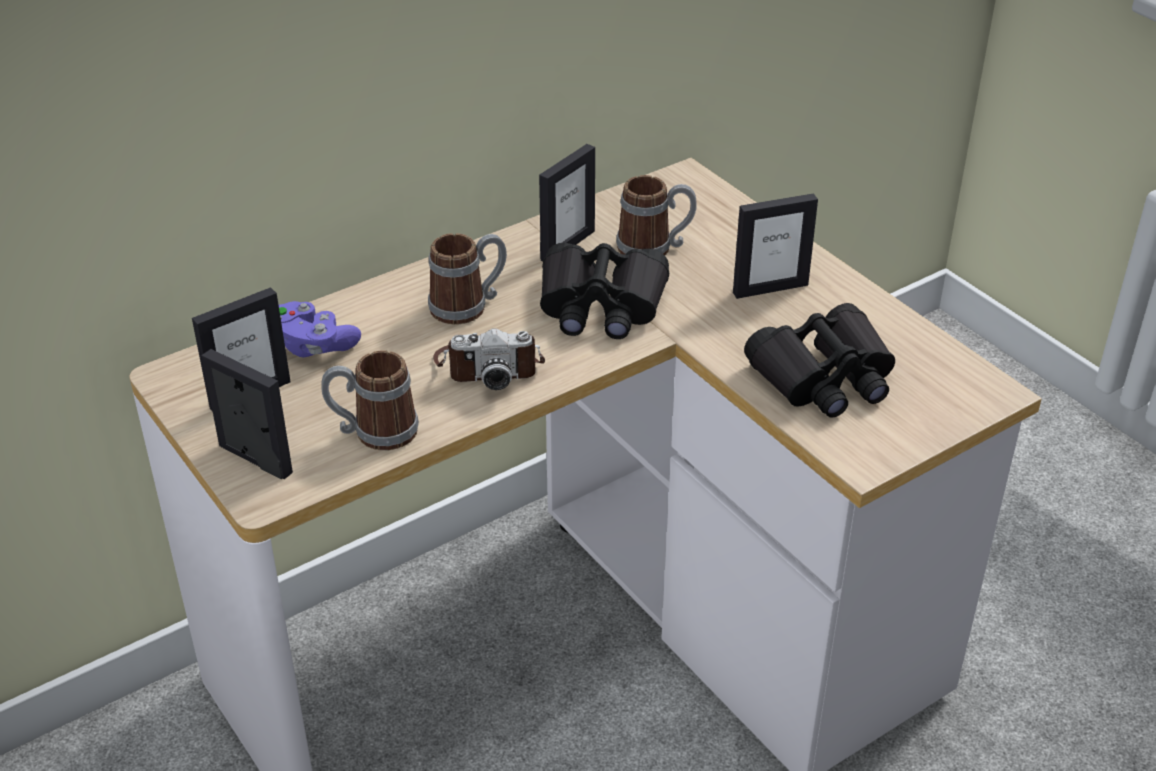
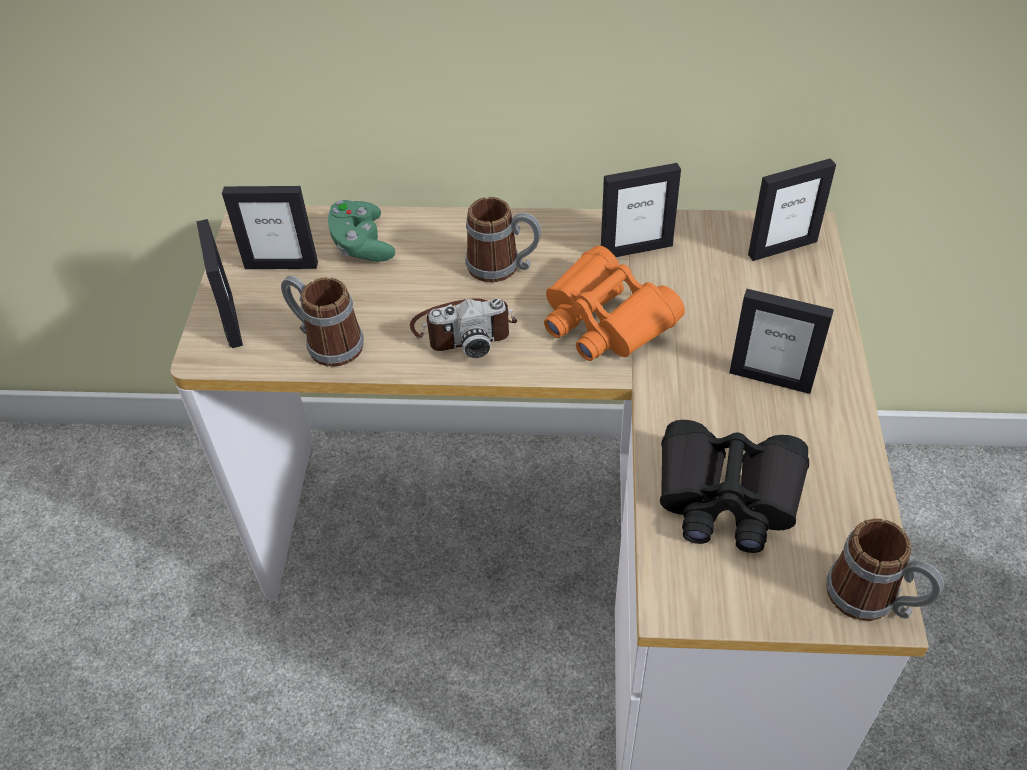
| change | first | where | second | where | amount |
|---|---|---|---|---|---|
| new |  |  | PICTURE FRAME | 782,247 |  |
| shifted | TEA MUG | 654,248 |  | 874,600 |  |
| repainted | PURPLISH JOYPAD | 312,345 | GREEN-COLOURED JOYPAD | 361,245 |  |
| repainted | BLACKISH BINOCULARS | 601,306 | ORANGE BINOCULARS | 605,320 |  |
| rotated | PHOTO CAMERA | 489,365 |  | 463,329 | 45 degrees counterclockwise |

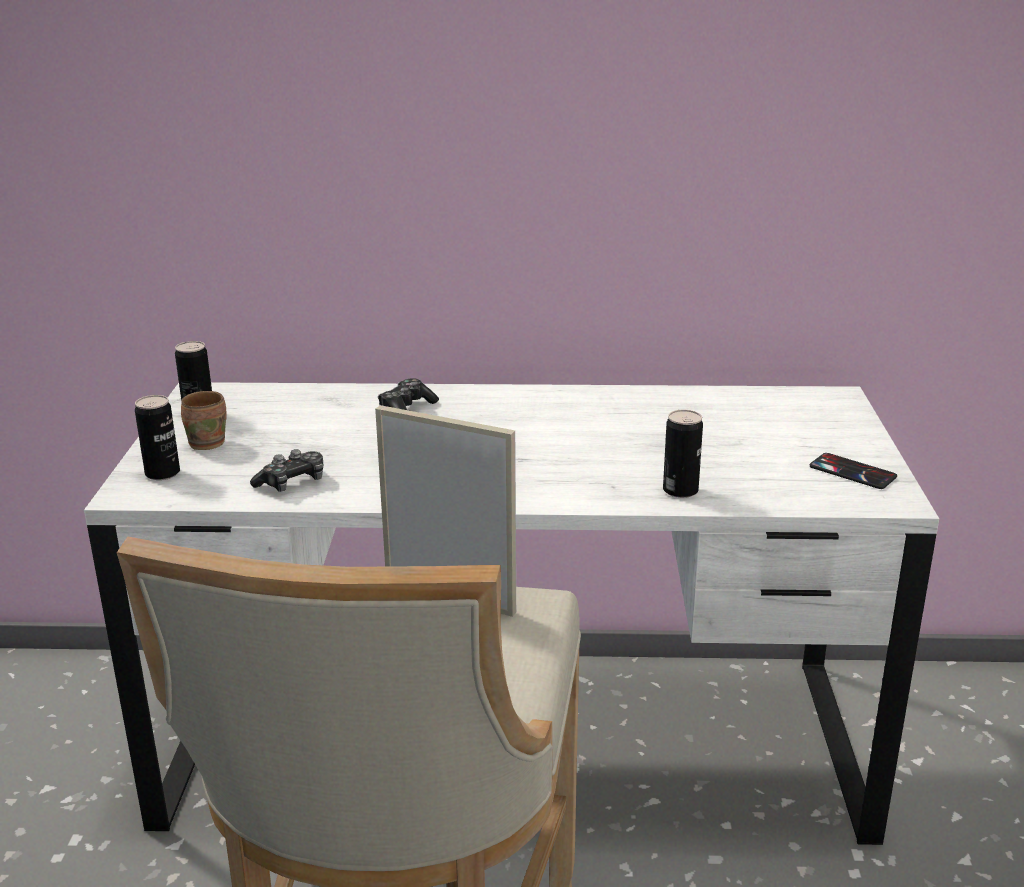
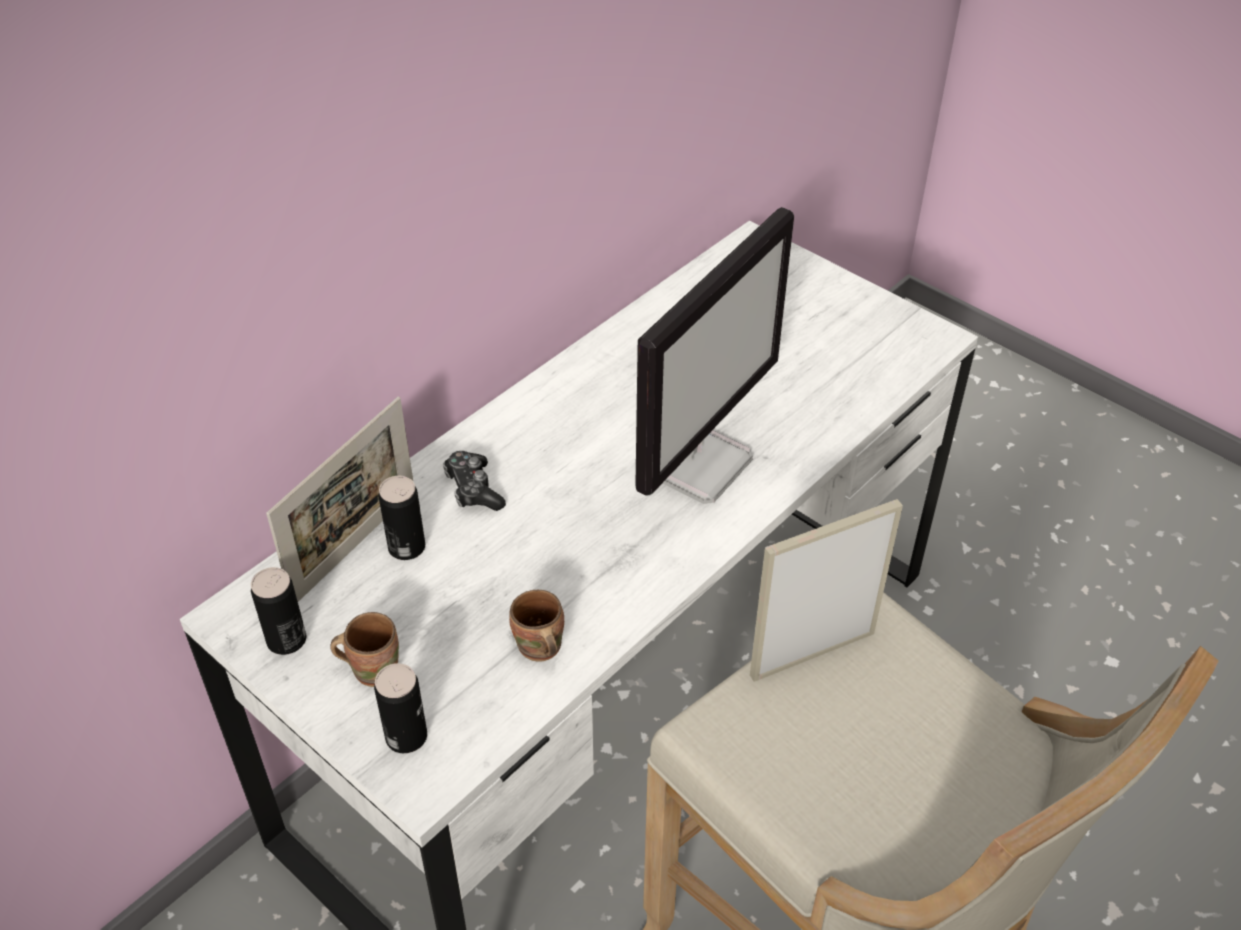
| change | first | where | second | where | amount |
|---|---|---|---|---|---|
| gone | PHONE | 852,472 |  |  |  |
| new |  |  | PICTURE FRAME | 355,545 |  |
| new |  |  | COMPUTER SCREEN | 697,461 |  |
| shifted | METAL CAN | 680,490 |  | 406,547 |  |
| swapped | JOYPAD | 292,483 | BROWN-COLOURED TEA MUG | 538,649 |  |

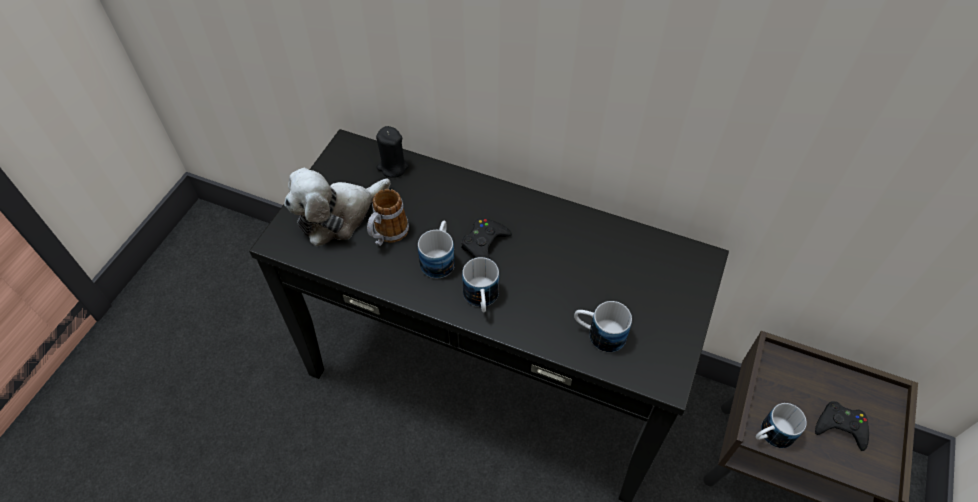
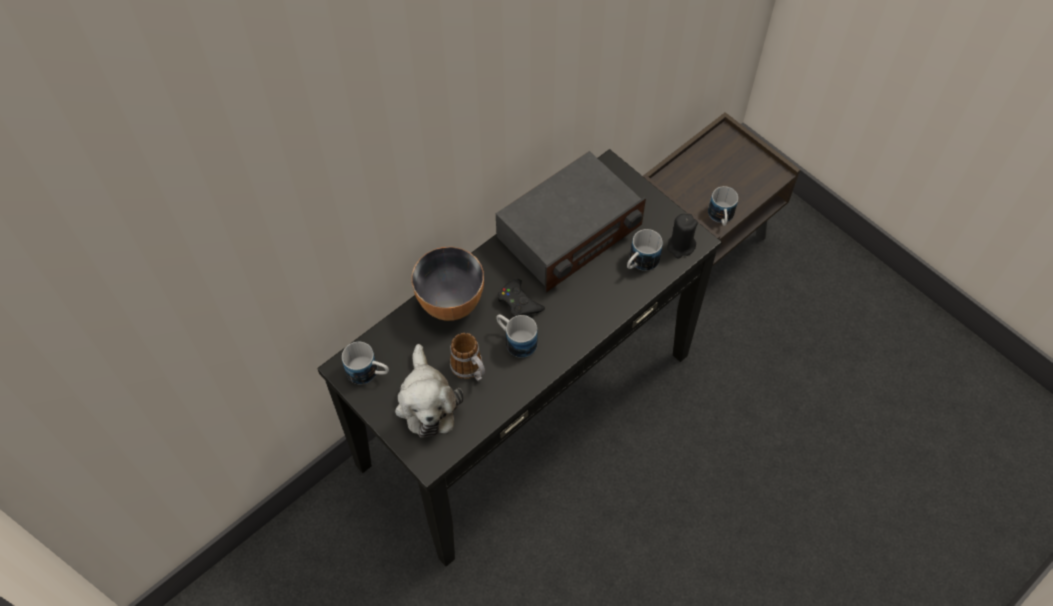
| change | first | where | second | where | amount |
|---|---|---|---|---|---|
| gone | BLACKISH JOYPAD | 840,426 |  |  |  |
| new |  |  | SERVING BOWL | 450,302 |  |
| new |  |  | RADIO | 569,233 |  |
| shifted | BLACKISH WAX LIGHT | 392,167 |  | 680,246 |  |
| shifted | TEA MUG | 481,300 |  | 369,373 |  |

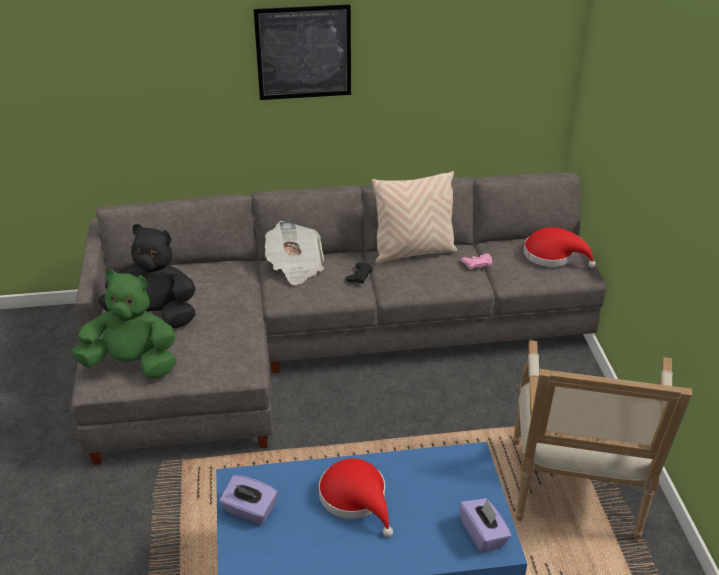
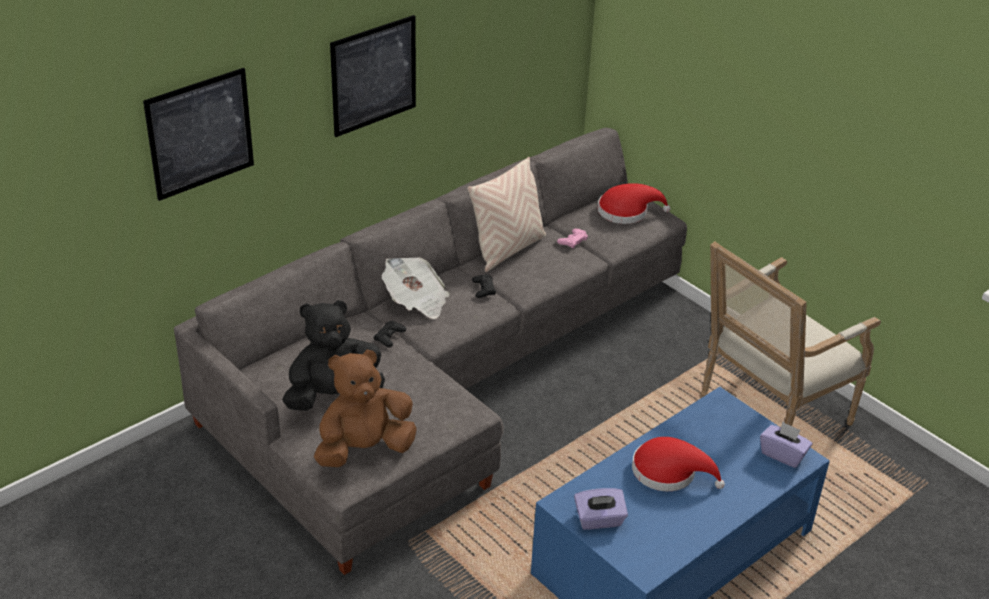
| change | first | where | second | where | amount |
|---|---|---|---|---|---|
| new |  |  | WALL PICTURE | 200,133 |  |
| new |  |  | BLACKISH JOYPAD | 389,337 |  |
| repainted | GREEN-COLOURED CUDDLY TOY | 132,364 | BROWN-COLOURED CUDDLY TOY | 364,449 |  |
| rotated | ARMCHAIR | 577,495 |  | 767,412 | 75 degrees clockwise |

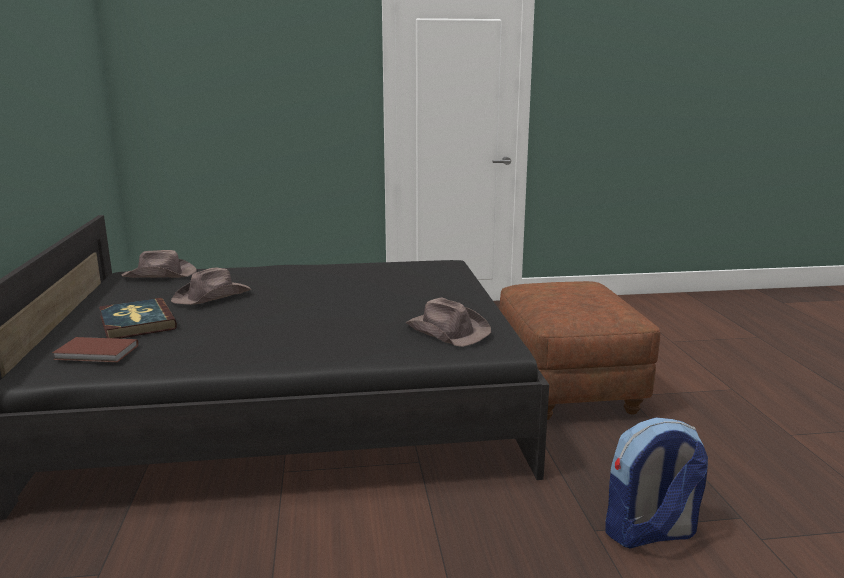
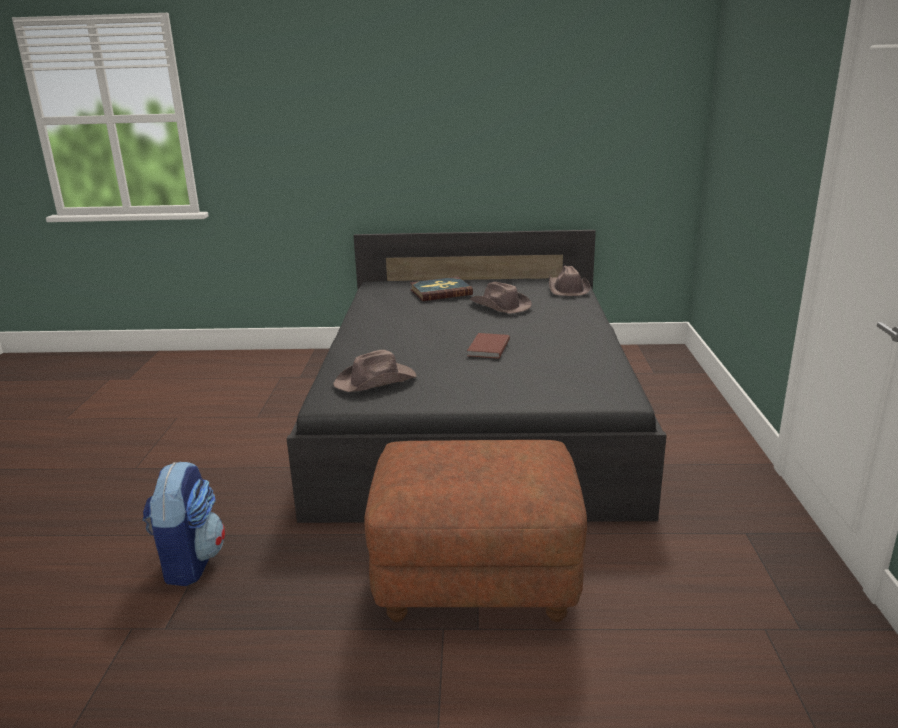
| change | first | where | second | where | amount |
|---|---|---|---|---|---|
| shifted | BROWN-COLOURED VOLUME | 96,353 |  | 487,348 |  |

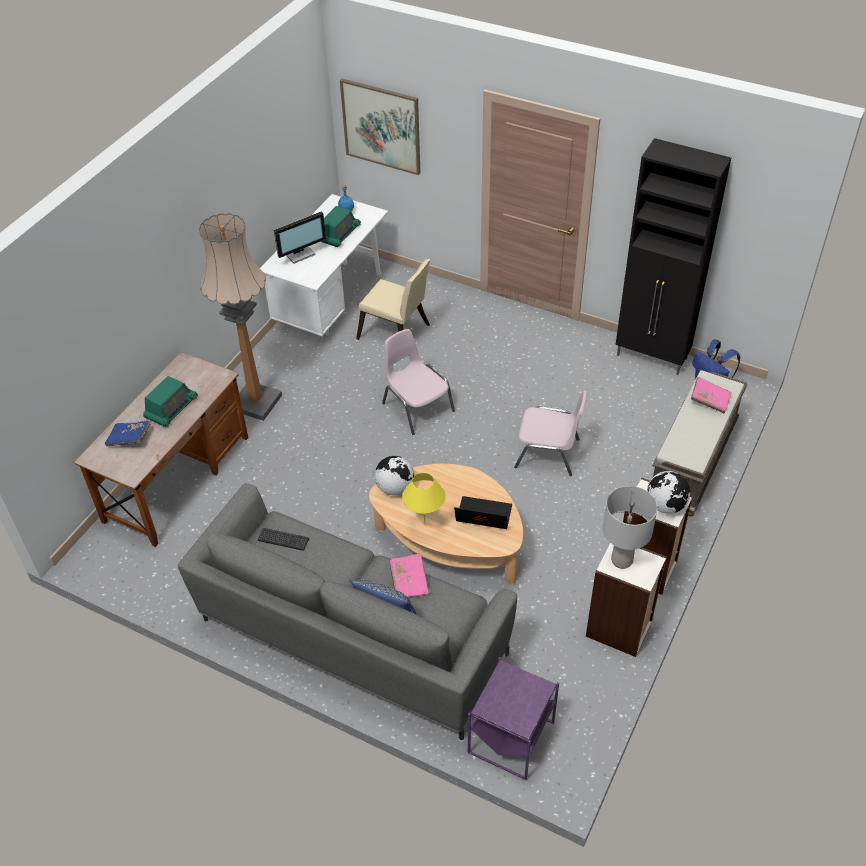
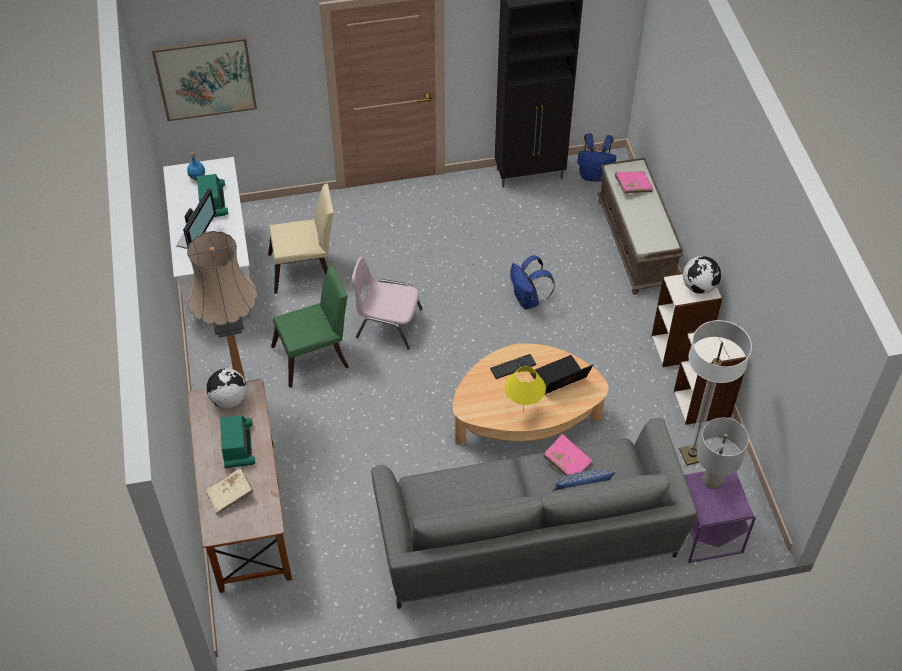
| change | first | where | second | where | amount |
|---|---|---|---|---|---|
| new |  |  | GREEN-COLOURED UPRIGHT CHAIR | 315,356 |  |
| new |  |  | FLOOR LAMP | 692,455 |  |
| shifted | COMPUTER KEYBOARD | 283,539 |  | 513,366 |  |
| shifted | DESK GLOBE | 395,488 |  | 229,400 |  |
| shifted | GRAY TABLE LAMP | 622,561 |  | 712,481 |  |
| swapped | PINK UPRIGHT CHAIR | 548,453 | BLUE-COLOURED KNAPSACK | 528,300 |  |
| repainted | BLUE-COLOURED VOLUME | 129,438 | BEIGE VOLUME | 230,495 |  |

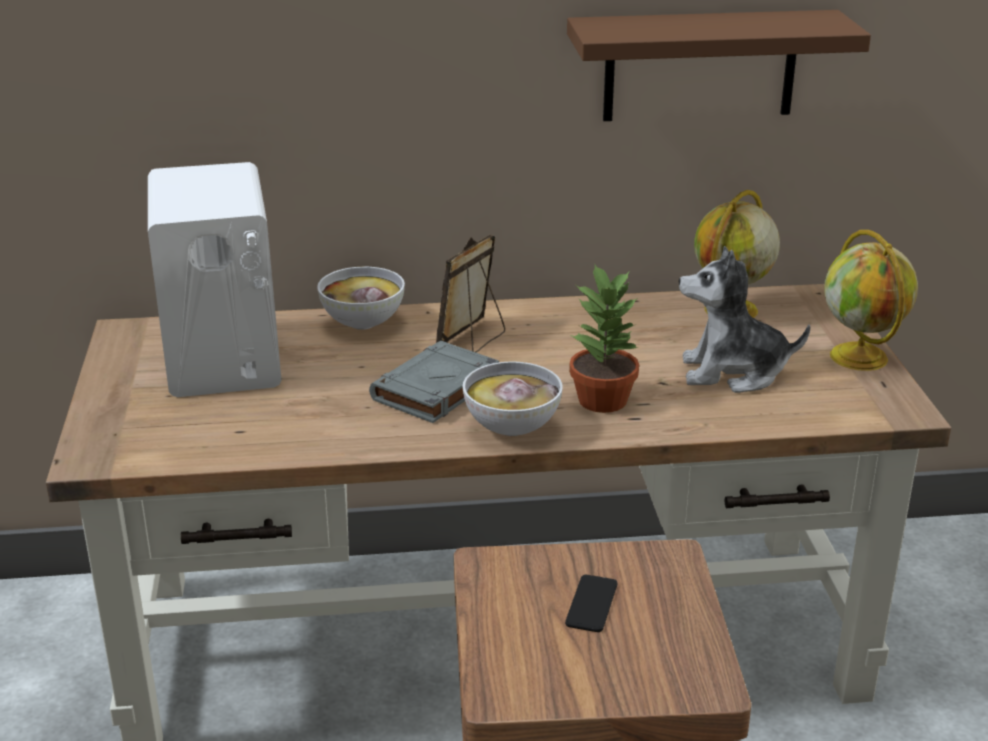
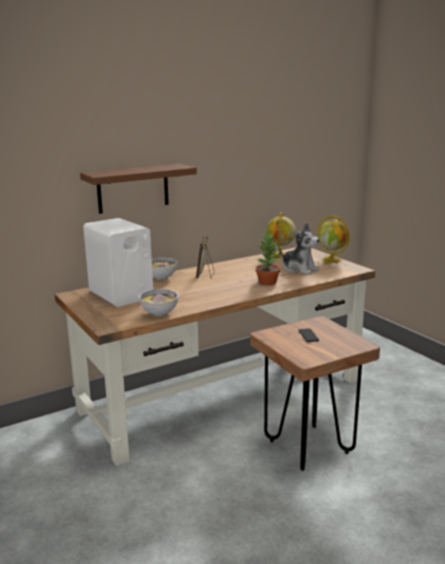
| change | first | where | second | where | amount |
|---|---|---|---|---|---|
| gone | GRAY VOLUME | 435,390 |  |  |  |
| shifted | SERVING BOWL | 512,428 |  | 159,314 |  |
| shifted | BROWN-COLOURED SHELF | 700,66 |  | 133,188 |  |
| rotated | CUDDLY TOY | 733,372 |  | 299,269 | 120 degrees counterclockwise |

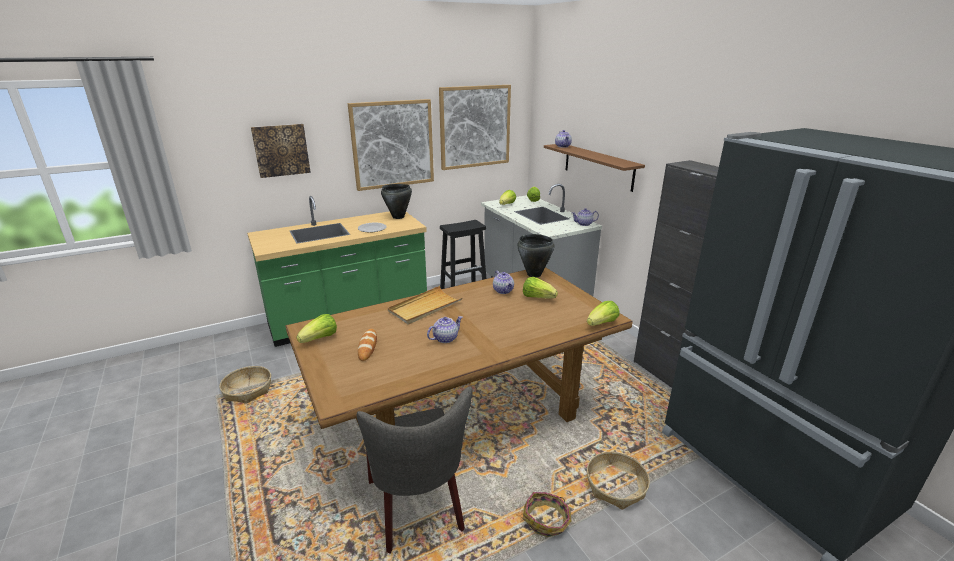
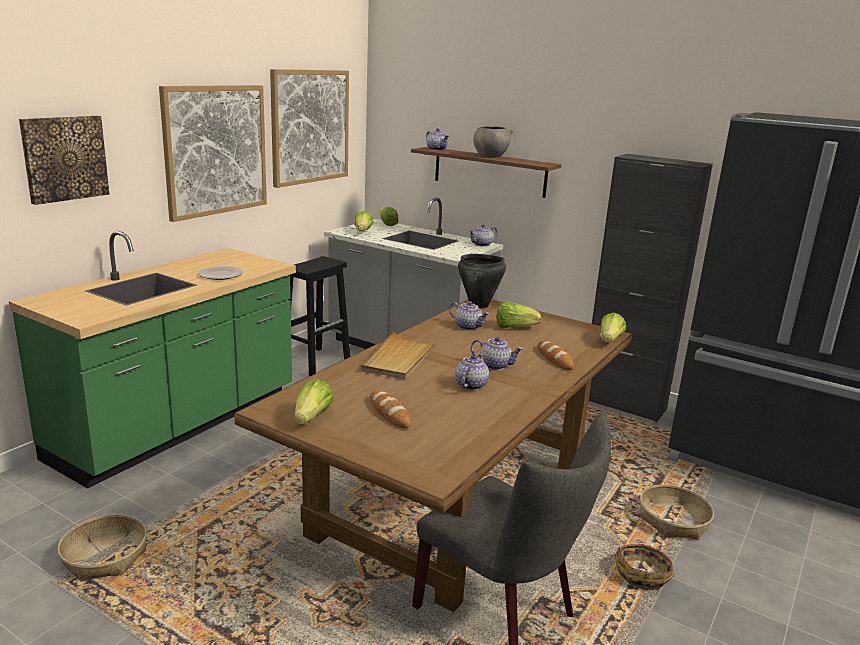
| change | first | where | second | where | amount |
|---|---|---|---|---|---|
| gone | BLACKISH STOCKPOT | 398,217 |  |  |  |
| new |  |  | POT FOR TEA | 495,365 |  |
| new |  |  | GRAY SERVING BOWL | 490,156 |  |
| new |  |  | BAKERY BREAD | 554,358 |  |

